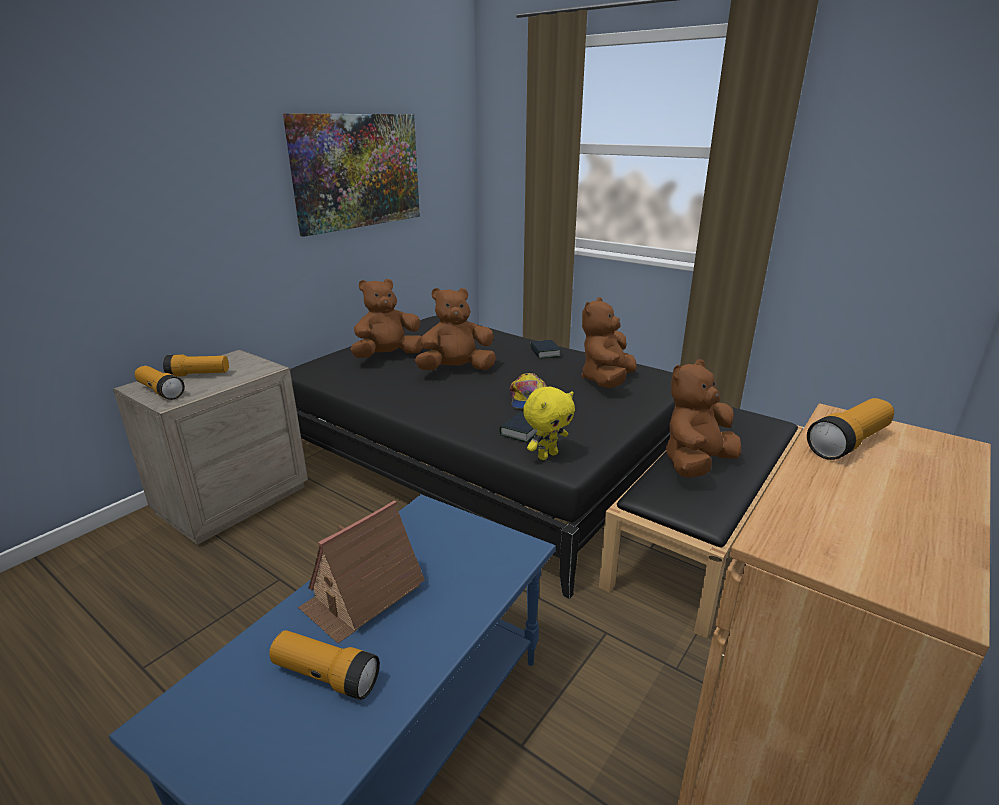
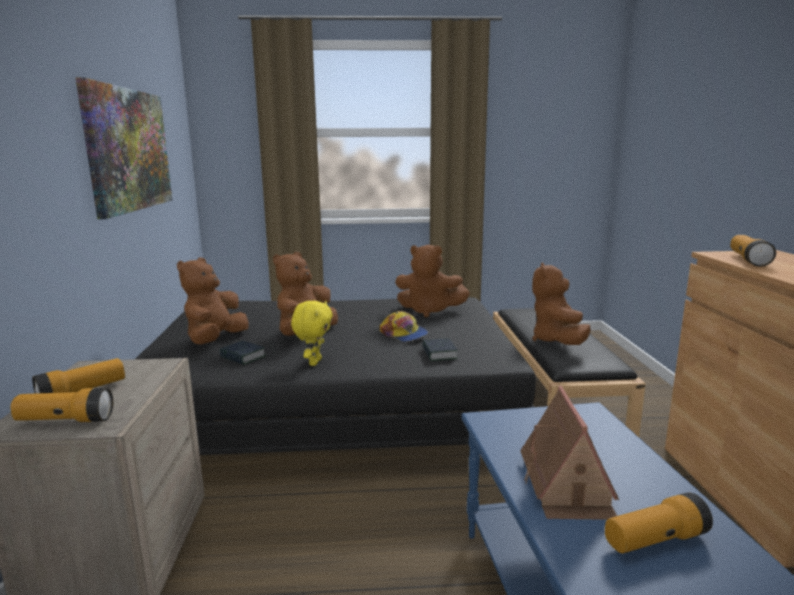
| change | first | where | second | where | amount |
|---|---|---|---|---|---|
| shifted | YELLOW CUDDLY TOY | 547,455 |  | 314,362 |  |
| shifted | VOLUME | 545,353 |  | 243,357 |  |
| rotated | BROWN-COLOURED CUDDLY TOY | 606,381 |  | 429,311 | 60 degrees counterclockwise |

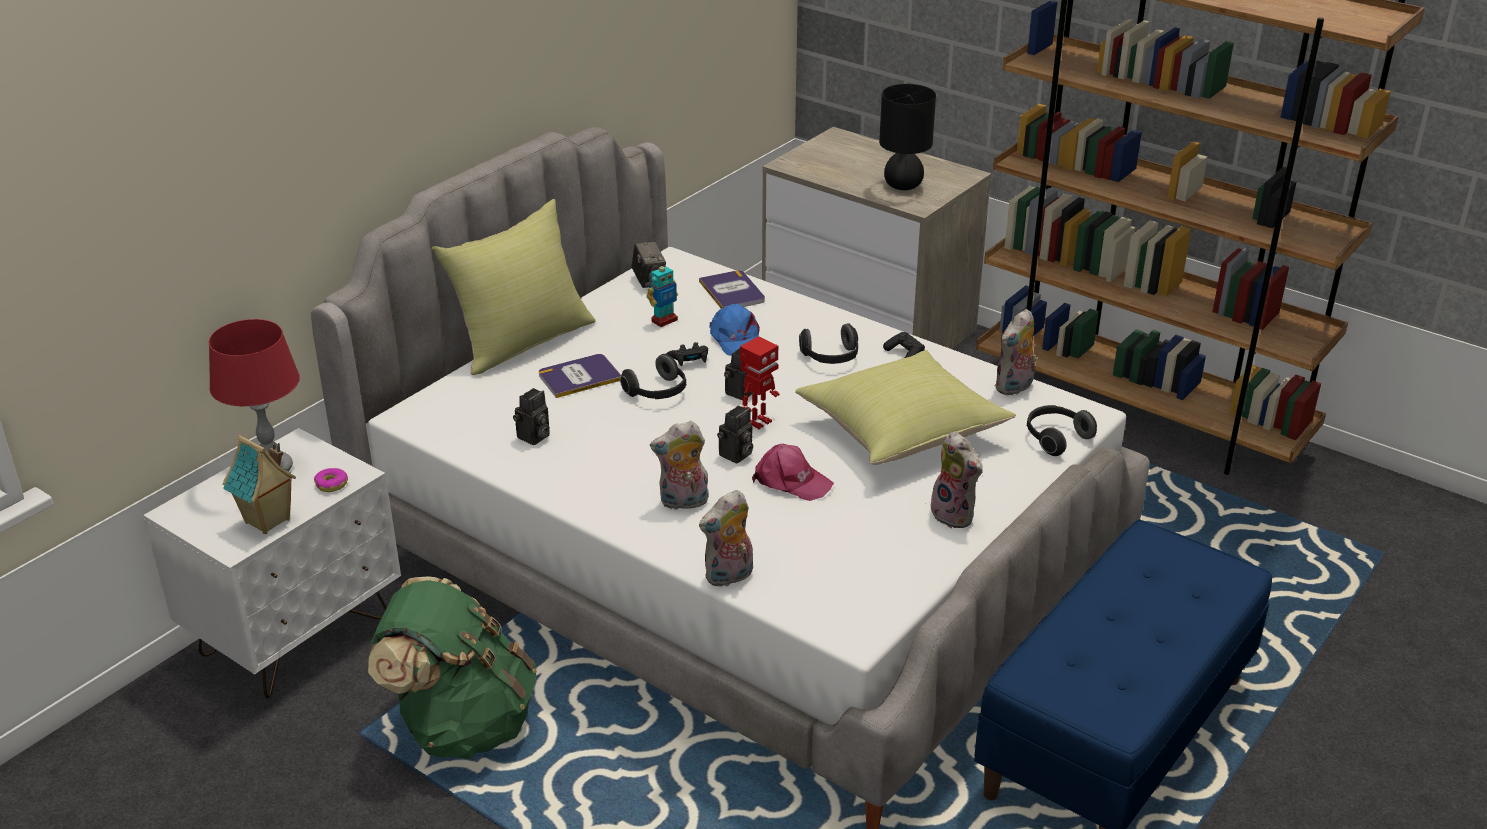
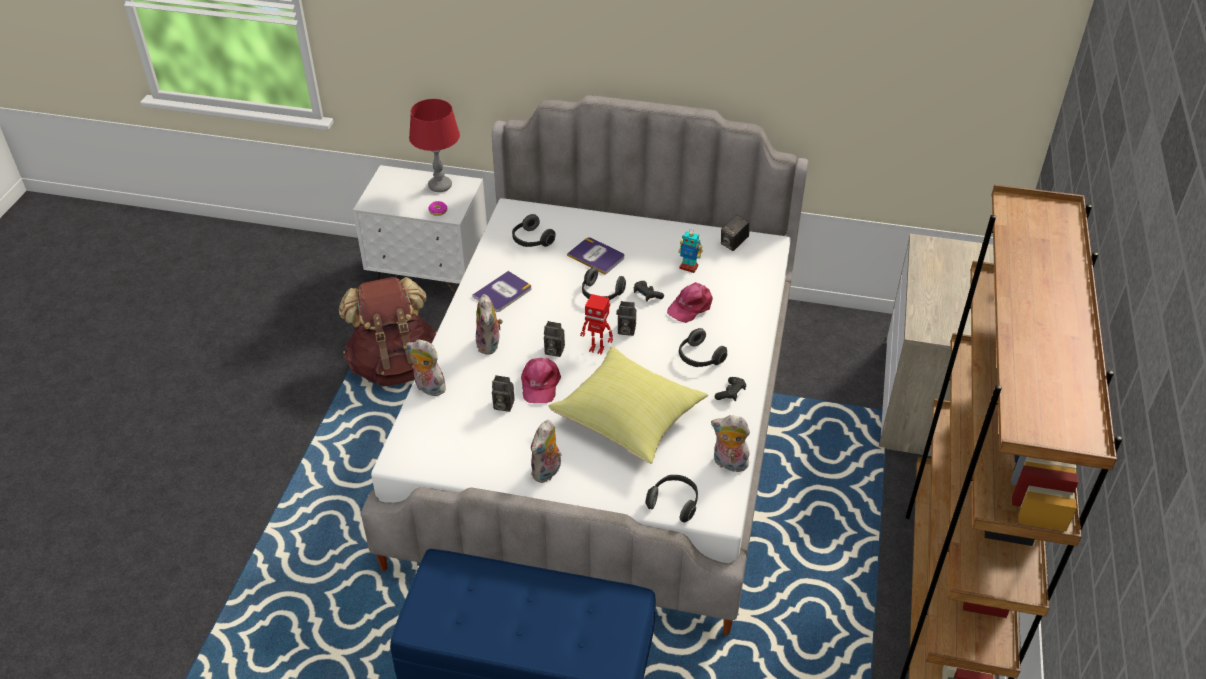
| change | first | where | second | where | amount |
|---|---|---|---|---|---|
| gone | MINIATURE HOUSE | 268,522 |  |  |  |
| gone | YELLOW THROW PILLOW | 522,341 |  |  |  |
| gone | BLACKISH TABLE LAMP | 903,185 |  |  |  |
| new |  |  | HEADSET | 531,241 |  |
| shifted | PHOTO CAMERA | 533,437 |  | 502,405 |  |
| shifted | VOLUME | 732,291 |  | 503,292 |  |
| repainted | GREEN-COLOURED KNAPSACK | 462,724 | BROWN-COLOURED KNAPSACK | 394,365 |  |
| repainted | BLUE-COLOURED BASEBALL CAP | 736,338 | PINK BASEBALL CAP | 690,306 |  |
| rotated | CUDDLY TOY | 683,502 |  | 490,345 | 150 degrees counterclockwise |

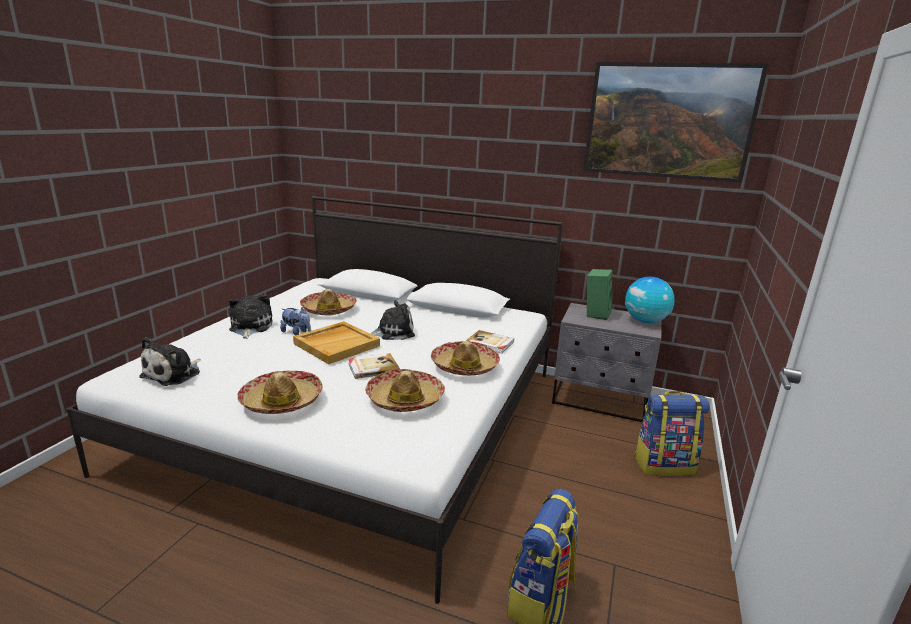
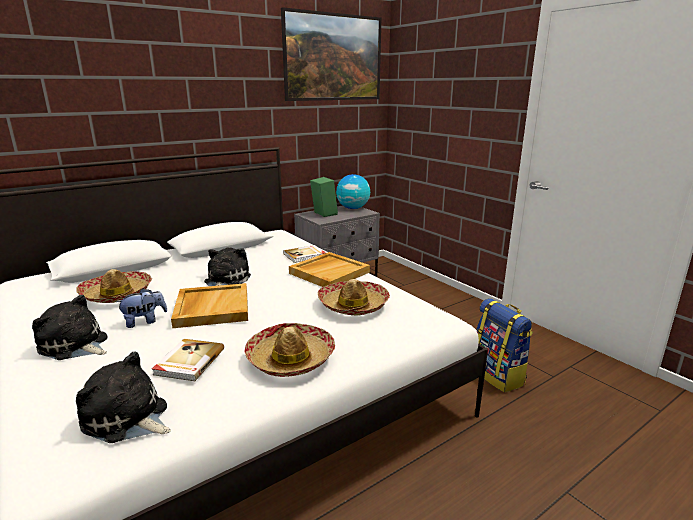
| change | first | where | second | where | amount |
|---|---|---|---|---|---|
| gone | KNAPSACK | 664,465 |  |  |  |
| shifted | VOLUME | 372,368 |  | 188,362 |  |
| swapped | WEARABLE HAT | 465,366 | BEIGE SERVING TRAY | 329,272 |  |
| rotated | CUDDLY TOY | 174,374 |  | 127,418 | 150 degrees clockwise |

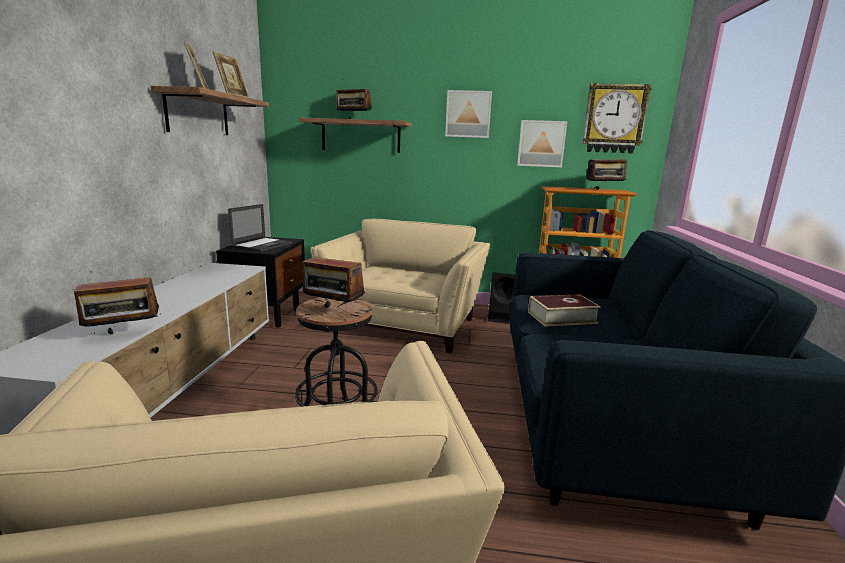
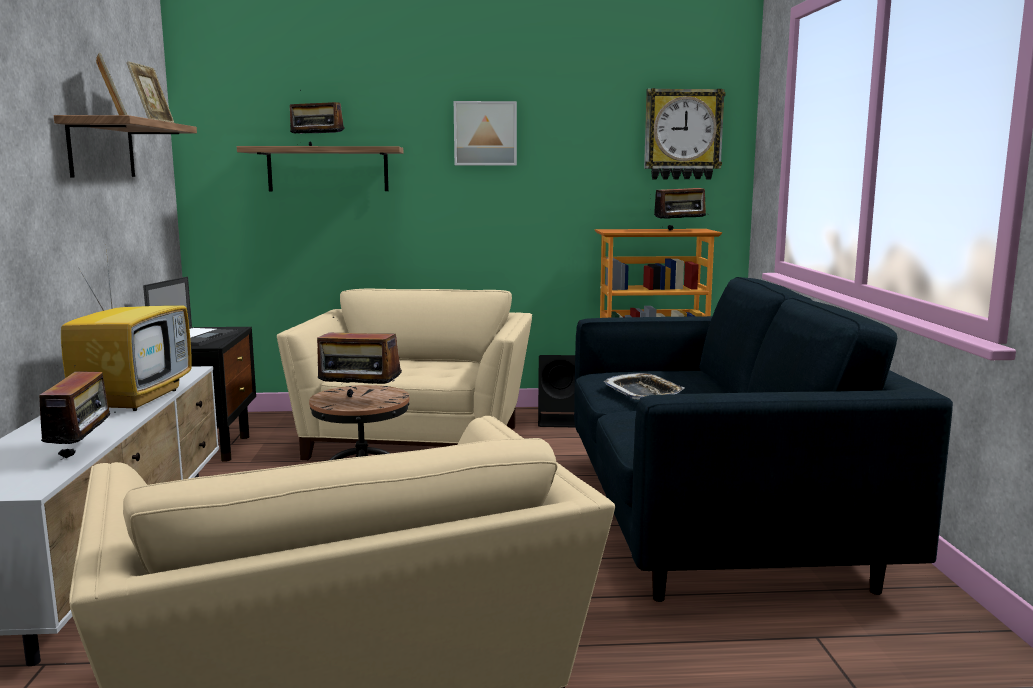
| change | first | where | second | where | amount |
|---|---|---|---|---|---|
| gone | WALL PICTURE | 541,143 |  |  |  |
| new |  |  | TELEVISION | 134,398 |  |
| swapped | VOLUME | 561,317 | SERVING TRAY | 643,393 |  |
| rotated | RADIO | 124,335 |  | 82,452 | 60 degrees counterclockwise |

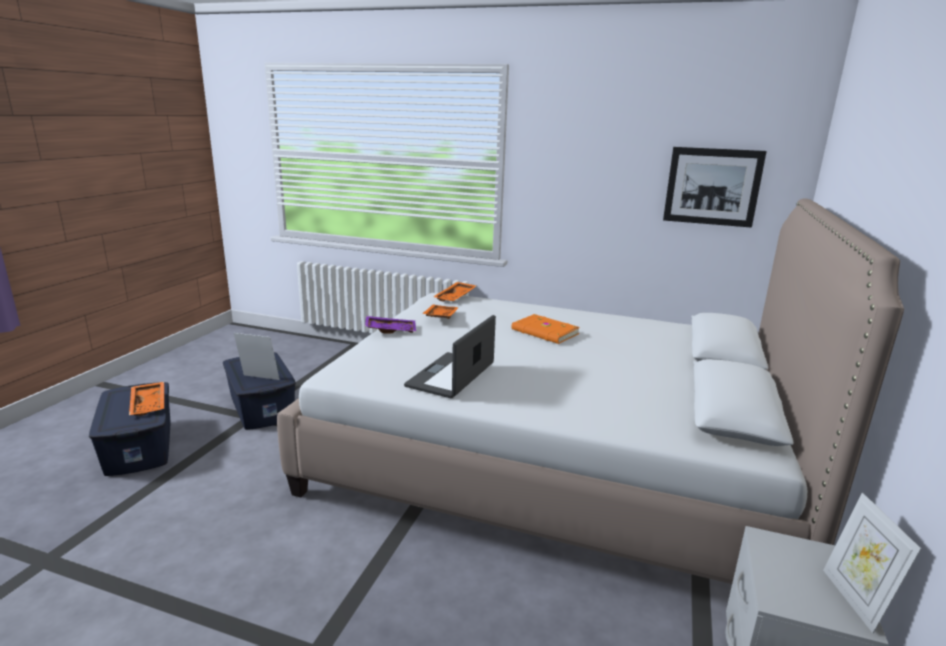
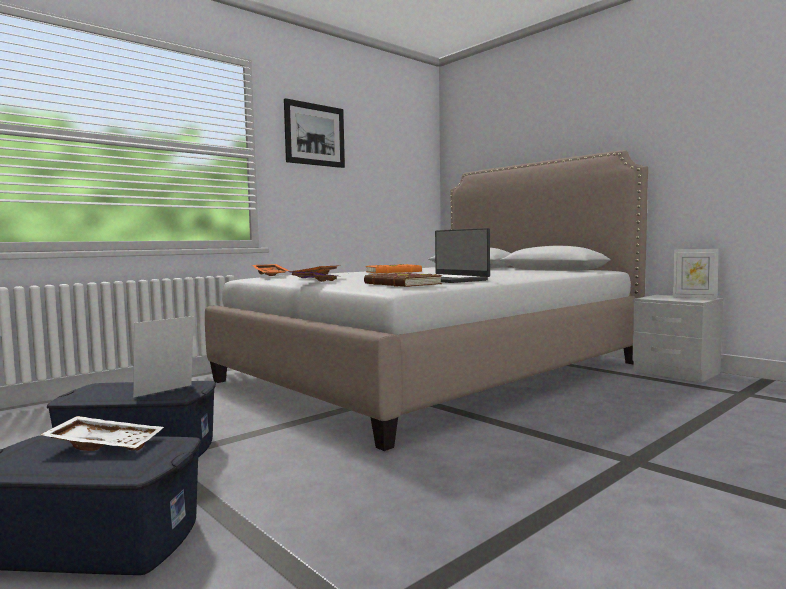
| change | first | where | second | where | amount |
|---|---|---|---|---|---|
| new |  |  | BROWN-COLOURED VOLUME | 401,284 |  |
| shifted | WALL PICTURE | 712,186 |  | 315,134 |  |
| repainted | ORANGE SERVING TRAY | 149,404 | WHITE-COLOURED SERVING TRAY | 106,444 |  |

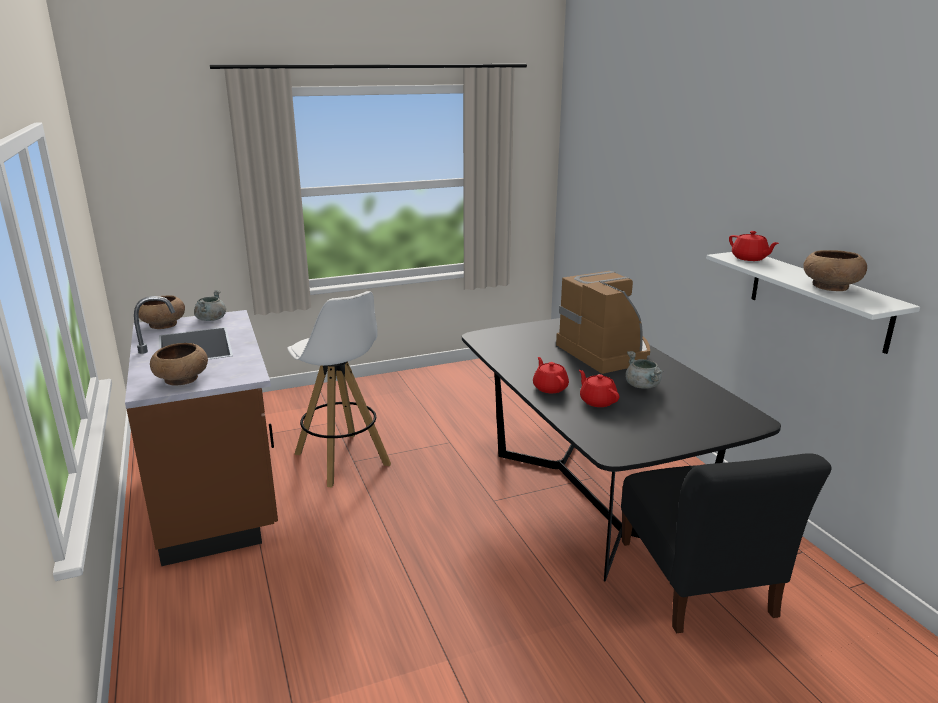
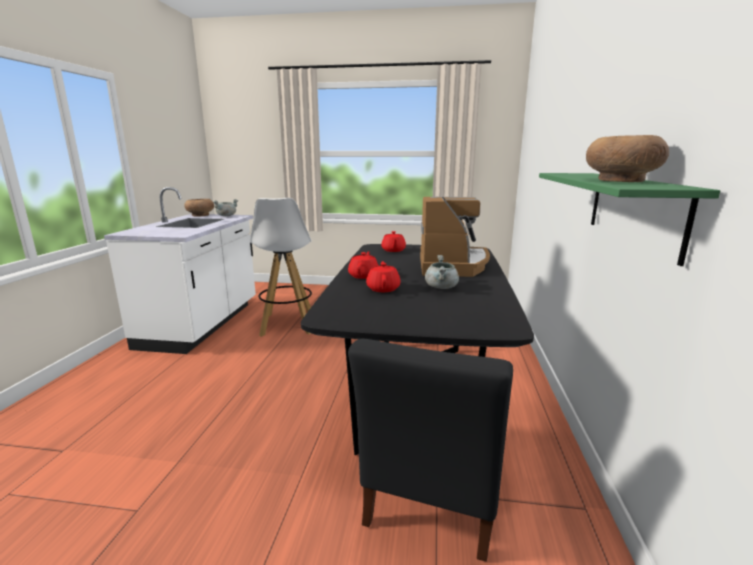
| change | first | where | second | where | amount |
|---|---|---|---|---|---|
| gone | BROWN-COLOURED SERVING BOWL | 181,379 |  |  |  |
| shifted | REDDISH POT FOR TEA | 749,258 |  | 393,250 |  |
| repainted | BROWN-COLOURED KITCHEN COUNTER | 218,495 | WHITE-COLOURED KITCHEN COUNTER | 202,325 |  |
| repainted | WHITE-COLOURED SHELF | 817,299 | GREEN-COLOURED SHELF | 633,210 |  |

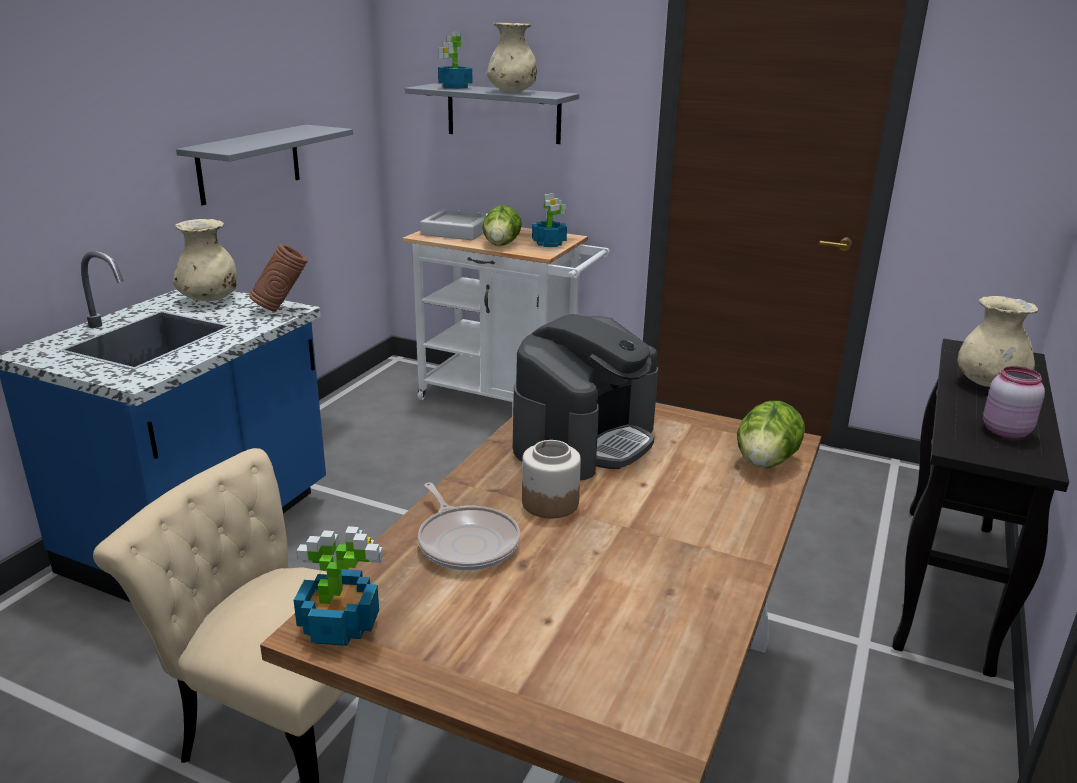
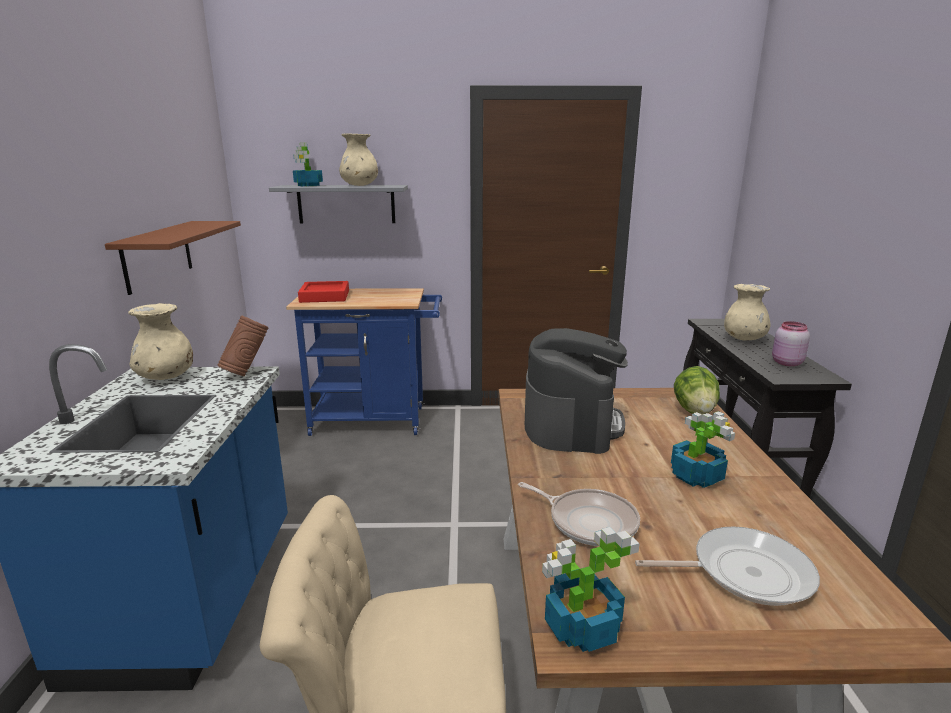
| change | first | where | second | where | amount |
|---|---|---|---|---|---|
| gone | LETTUCE HEAD | 501,245 |  |  |  |
| gone | PRESERVE JAR | 549,503 |  |  |  |
| new |  |  | FRYING PAN | 744,572 |  |
| shifted | POTTED PLANT | 549,243 |  | 696,476 |  |
| repainted | GRAY SHELF | 249,163 | BROWN-COLOURED SHELF | 158,255 |  |
| repainted | WHITE-COLOURED TROLLEY | 506,399 | BLUE-COLOURED TROLLEY | 376,420 |  |
| repainted | GRAY SERVING TRAY | 457,231 | REDDISH SERVING TRAY | 325,296 |  |

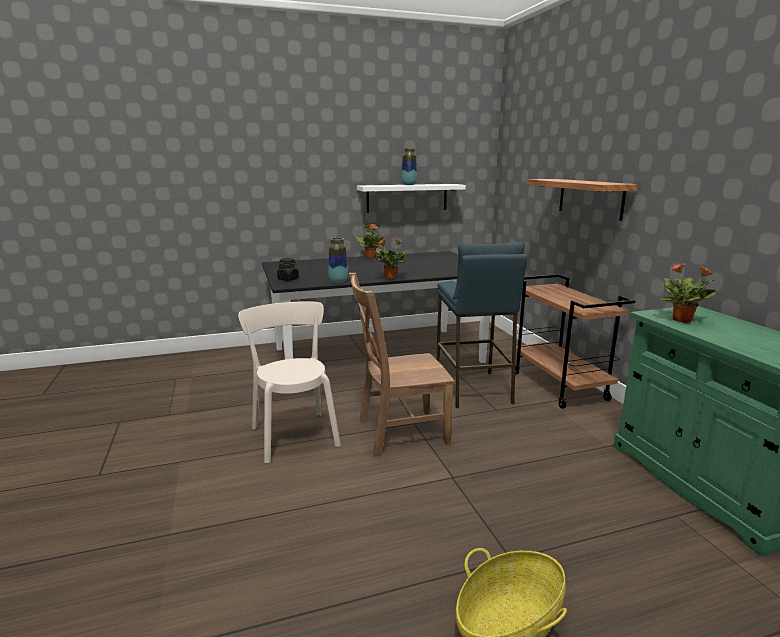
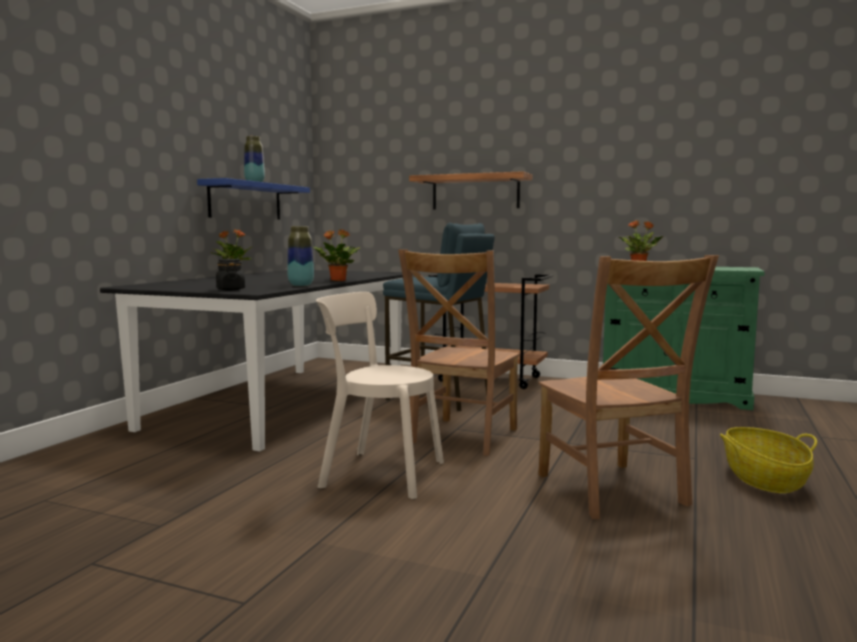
| change | first | where | second | where | amount |
|---|---|---|---|---|---|
| new |  |  | BROWN-COLOURED UPRIGHT CHAIR | 613,492 |  |
| repainted | WHITE-COLOURED SHELF | 407,198 | BLUE-COLOURED SHELF | 245,201 |  |

